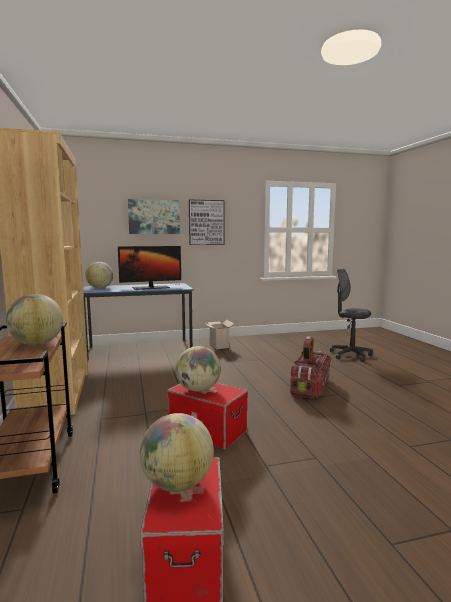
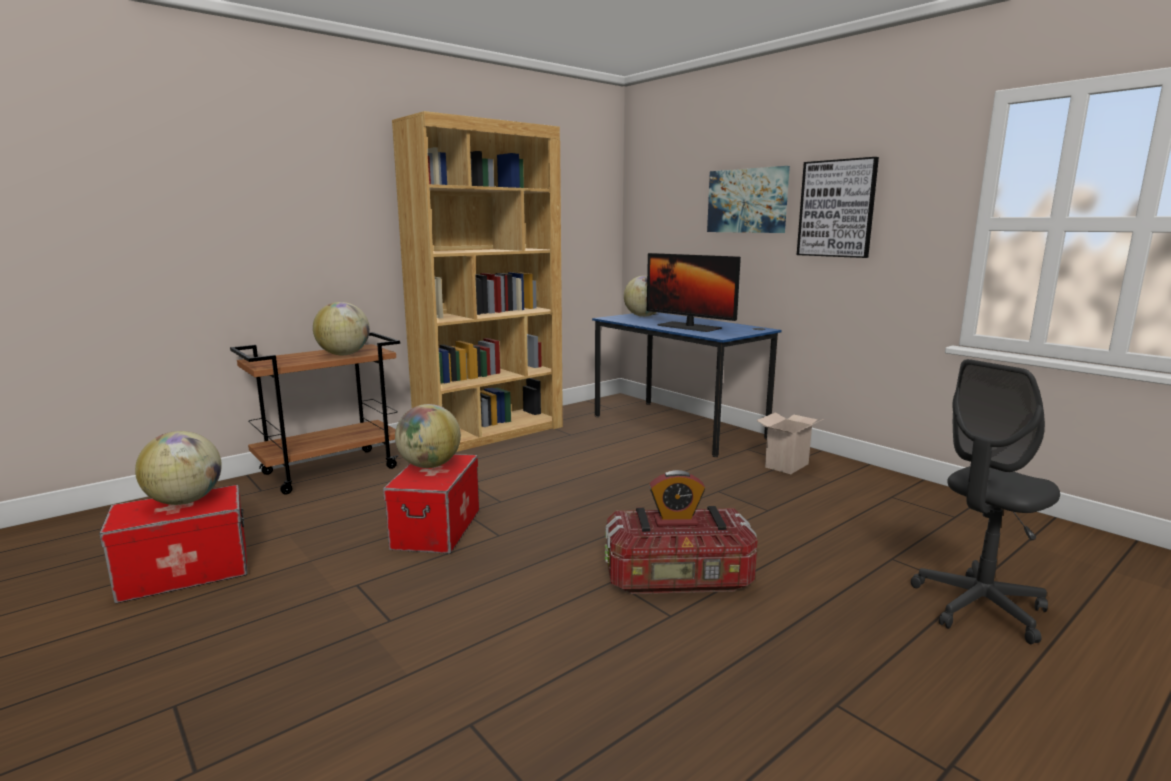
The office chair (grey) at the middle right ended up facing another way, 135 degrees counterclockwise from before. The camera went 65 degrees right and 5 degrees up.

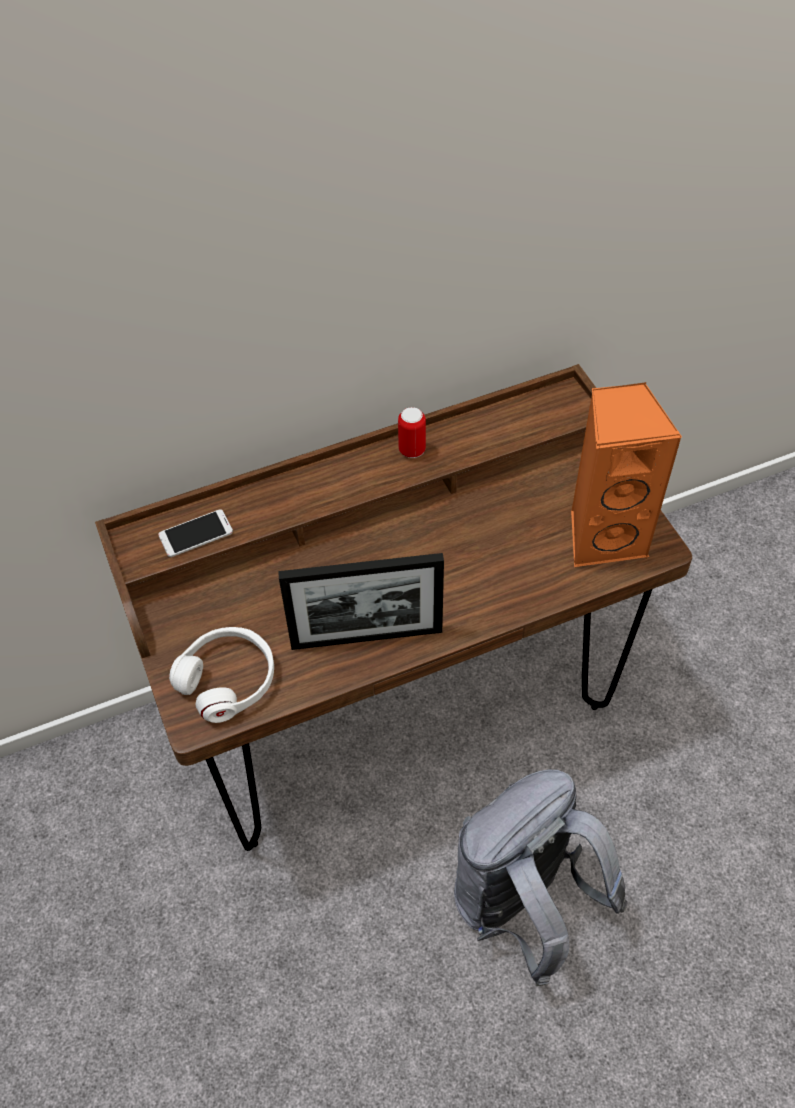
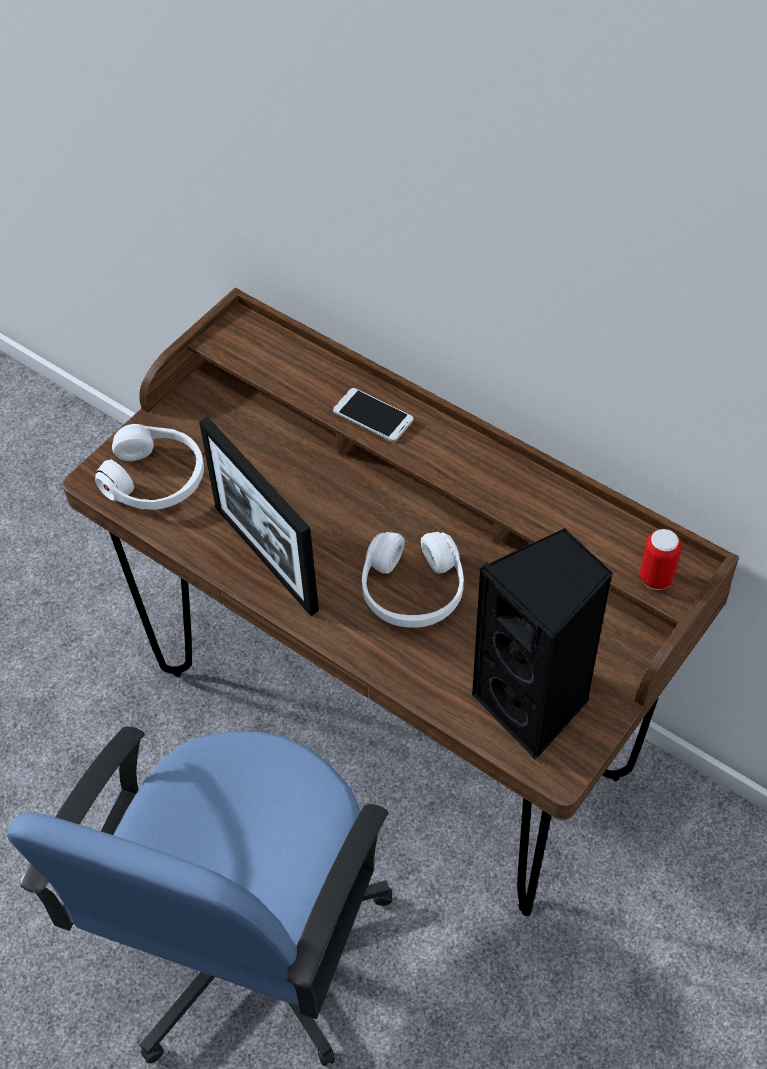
The phone ended up elsewhere, having gone from the middle left to the centre. The can ended up elsewhere, having gone from the centre to the middle right. Where the backpack (grey) stood at the bottom right, the office chair (blue) came to stand at the bottom left. What was the speaker (orange) at the middle right turned into the speaker (black) at the middle right. The second view gained the headphones (white) (2nd from left) at the centre. The camera went 60 degrees right and 0 degrees up.

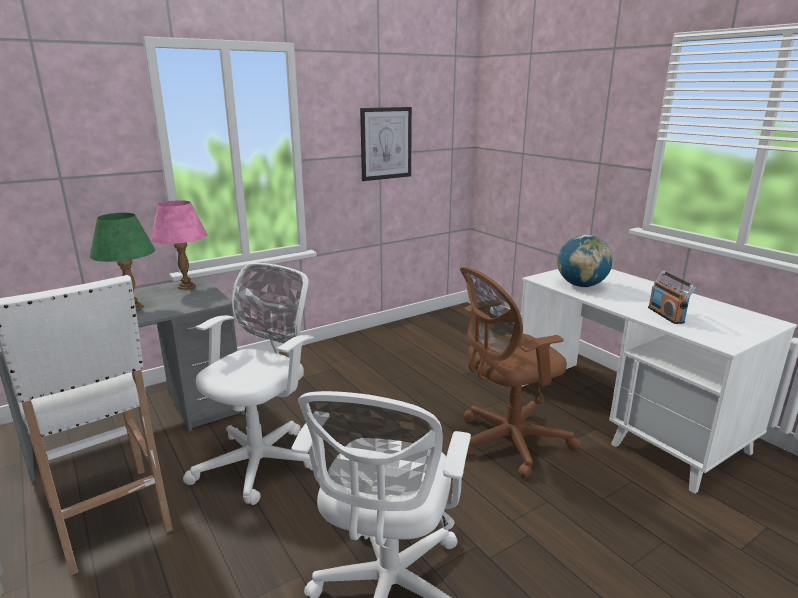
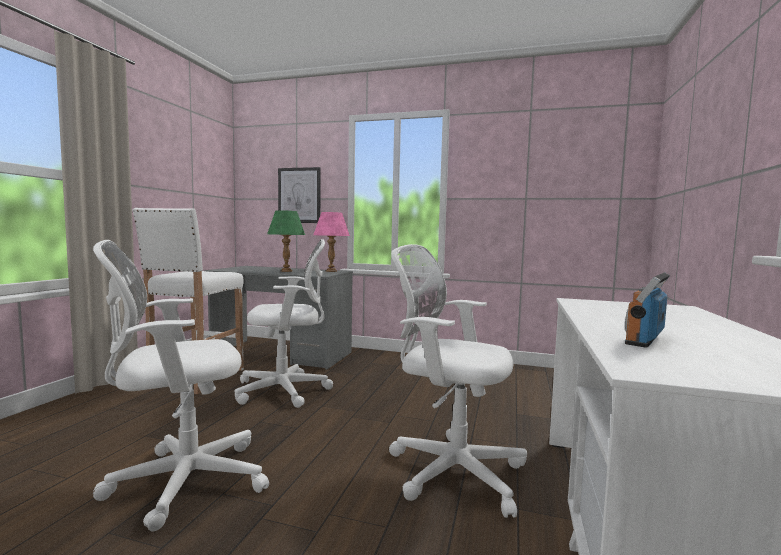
The picture ended up elsewhere, having gone from the top centre to the centre. What was the office chair (brown) at the centre turned into the office chair (white) (3rd from left) at the bottom centre. The second view lost the globe at the middle right. The camera went 50 degrees right and 15 degrees down.

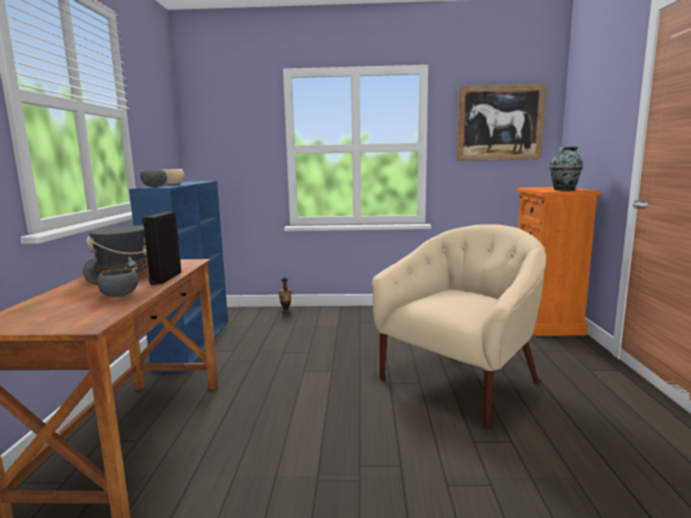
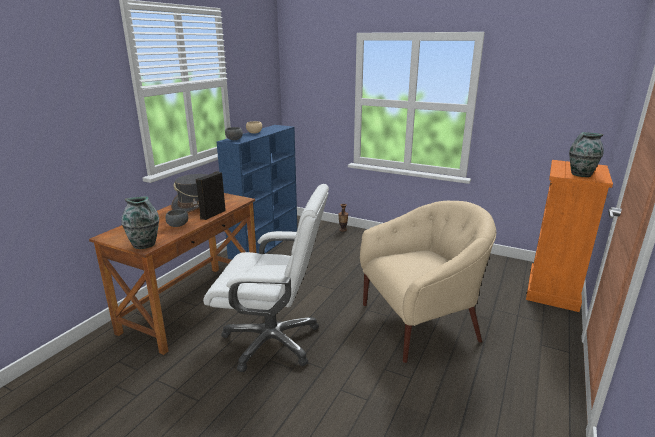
The second view lost the picture at the top right. The second view gained the vase (1st from left) at the middle left. The second view gained the office chair (white) at the centre. The camera went 25 degrees right and 10 degrees up.

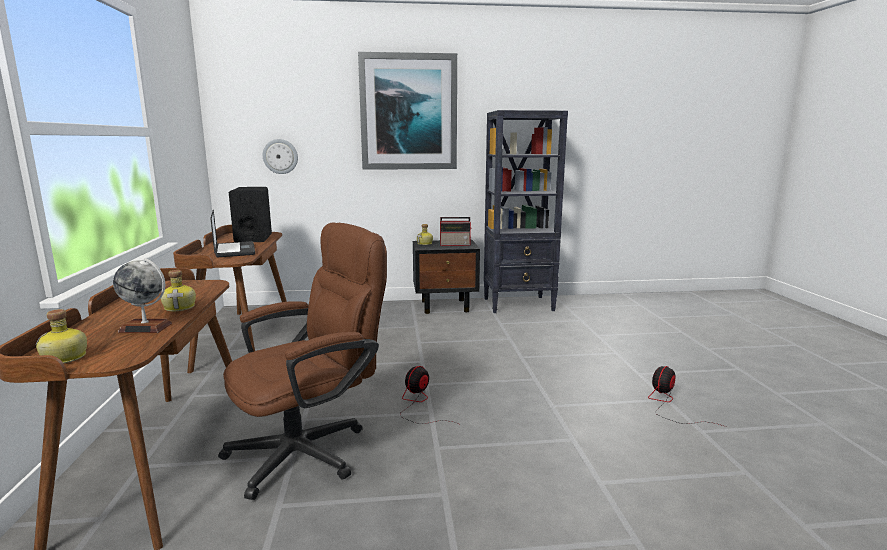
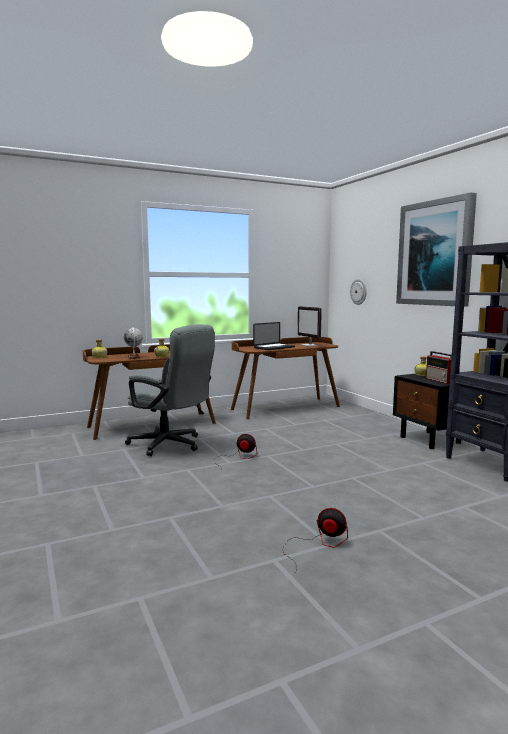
What was the office chair (brown) at the centre turned into the office chair (grey) at the centre. Where the speaker (black) stood at the middle left, the monitor came to stand at the centre. The camera went 70 degrees right and 5 degrees down.

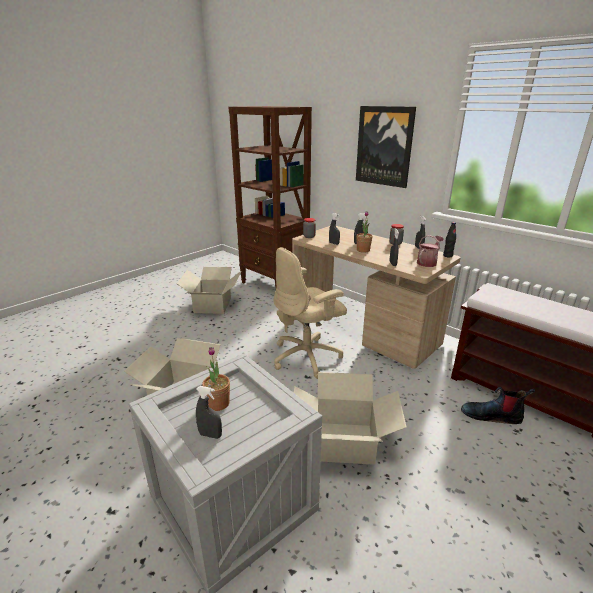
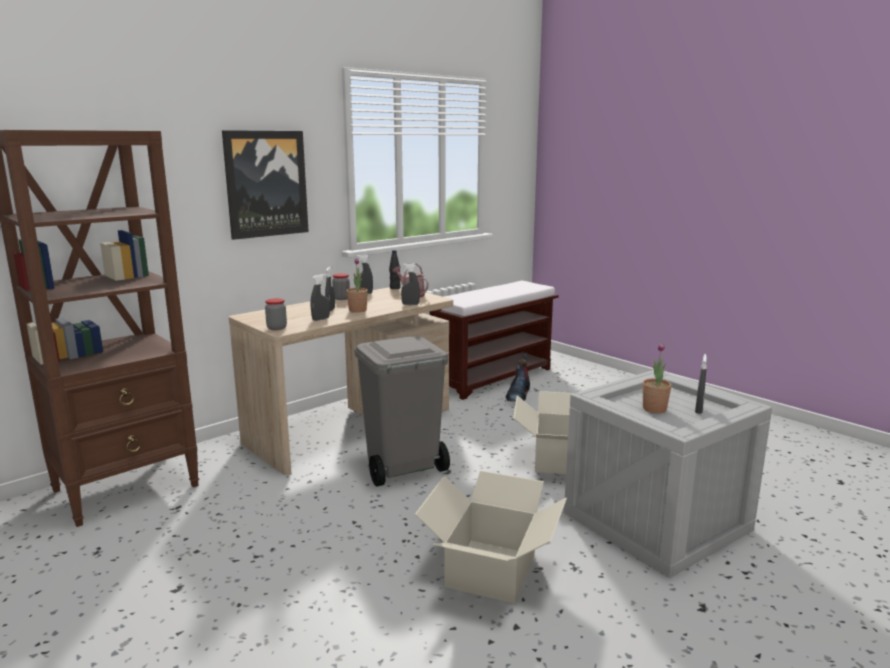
The second view lost the cardboard box (2nd from left) at the centre. Where the office chair (beige) stood at the centre, the trash can (grey) came to stand at the centre. The camera went 85 degrees left and 10 degrees down.

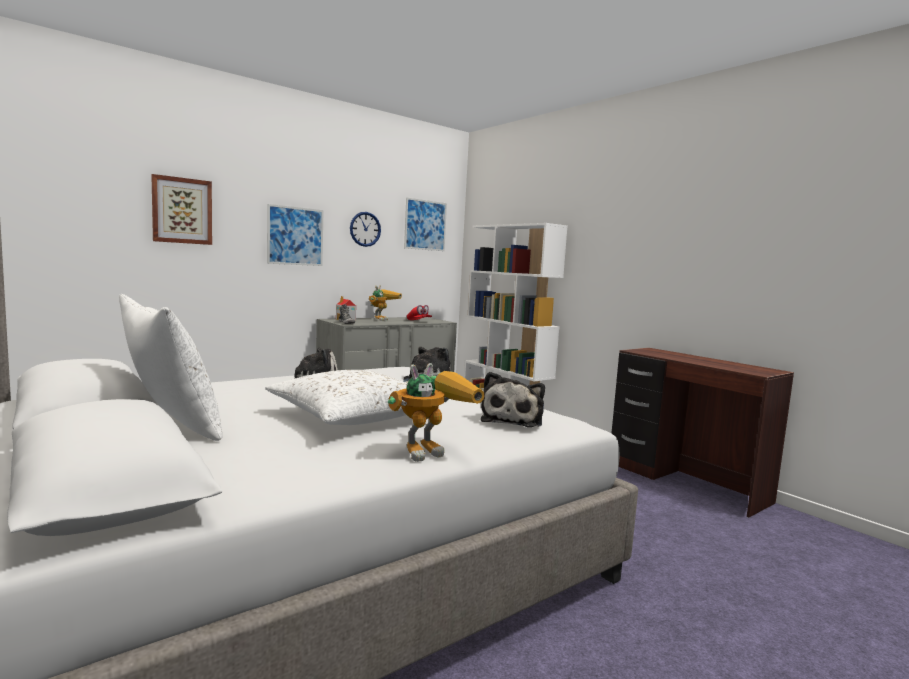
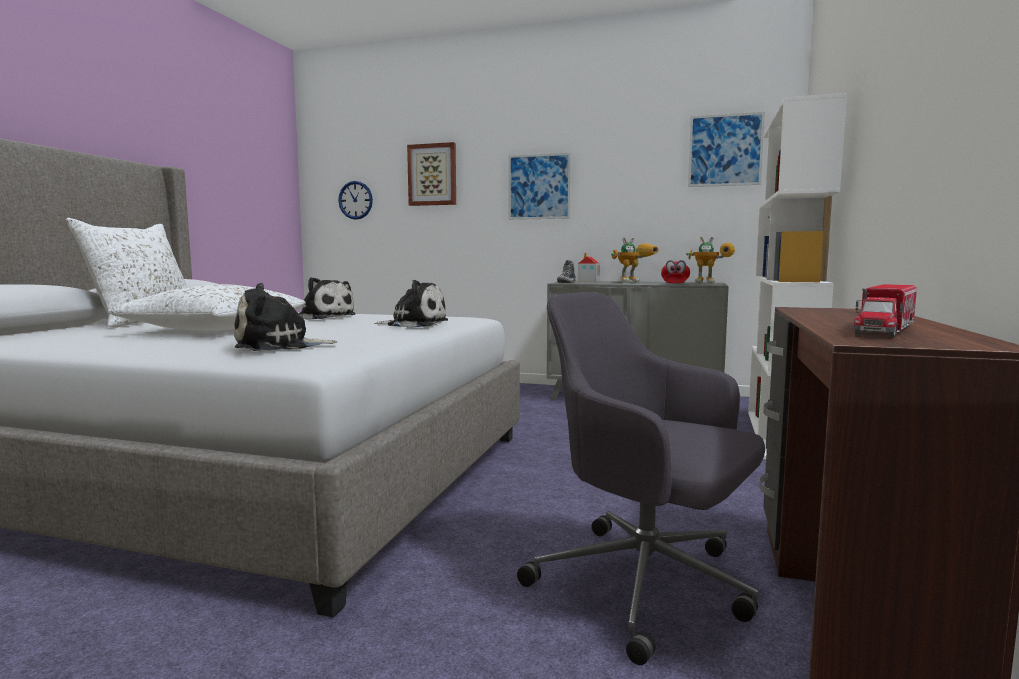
The wall clock ended up elsewhere, having gone from the centre to the top centre. The toy robot (2nd from left) ended up elsewhere, having gone from the centre to the middle right. The second view gained the office chair (grey) at the bottom centre. The second view gained the toy truck at the middle right. The camera went 55 degrees right and 0 degrees up.

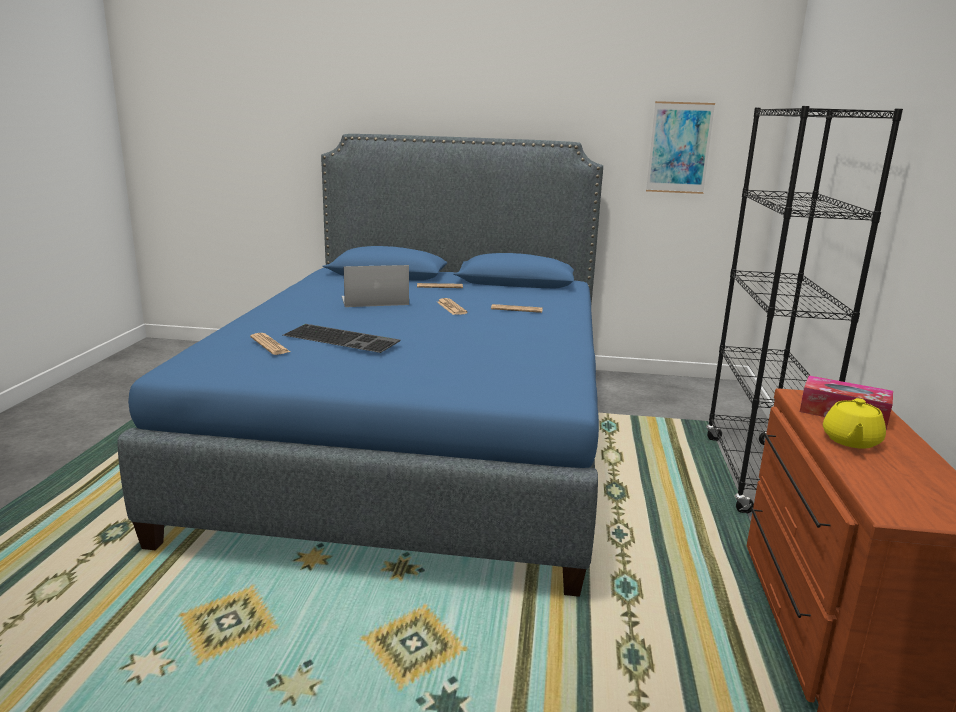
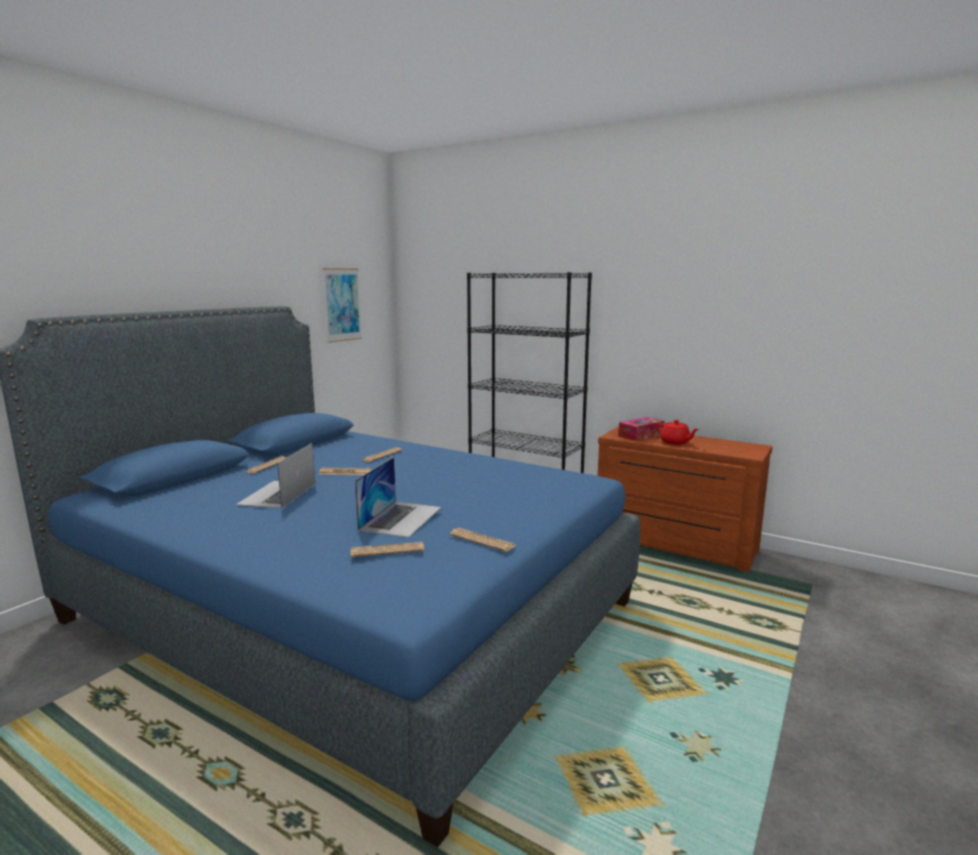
Where the keyboard stood at the centre, the laptop (2nd from left) came to stand at the centre. What was the teapot (yellow) at the middle right turned into the teapot (red) at the middle right. The second view gained the newspaper (5th from left) at the centre. The camera went 65 degrees left and 5 degrees down.

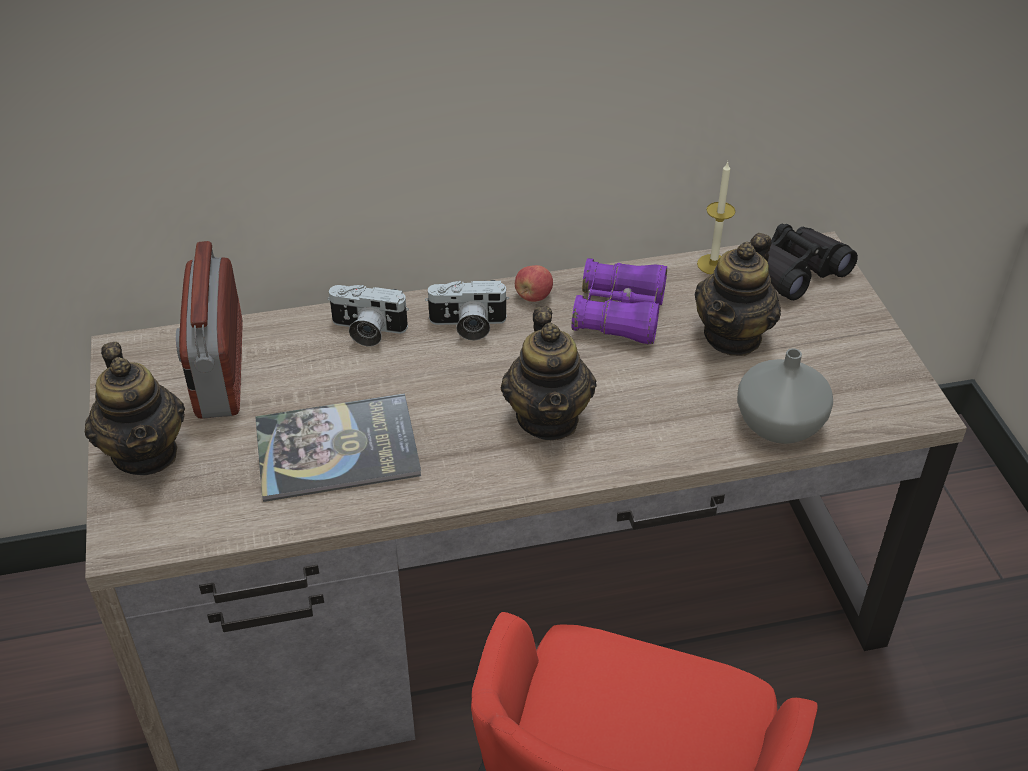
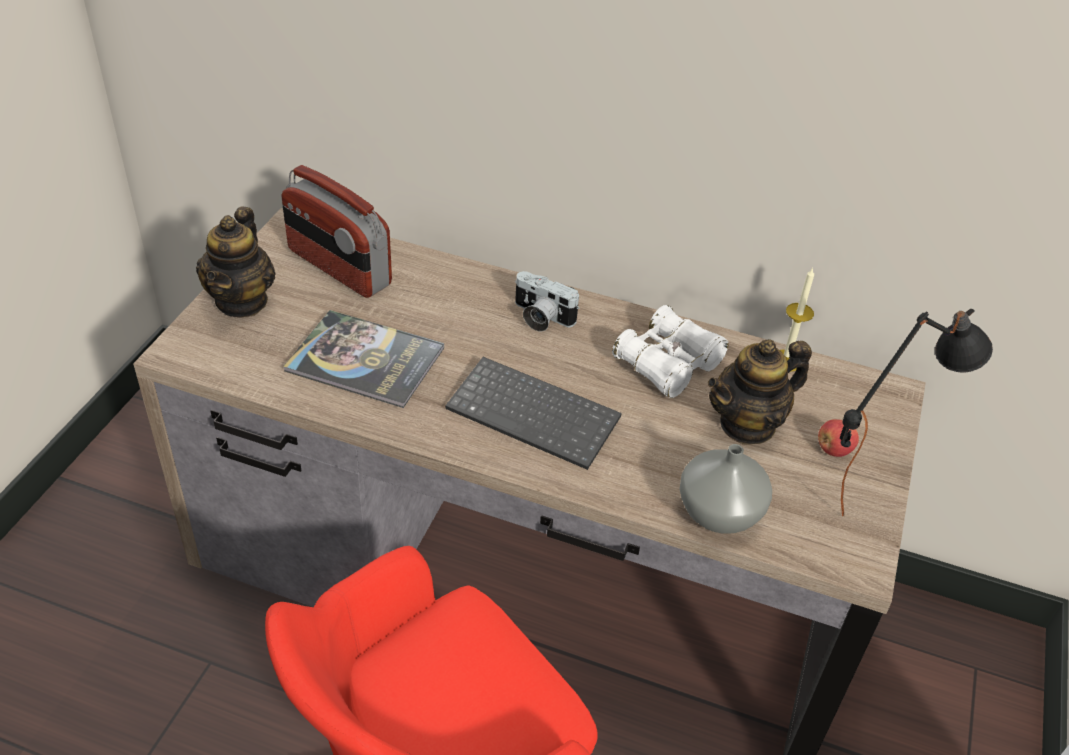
The radio at the middle left ended up facing another way, 75 degrees counterclockwise from before. The second view lost the photo camera (1st from left) at the centre. Where the teapot (2nd from left) stood at the centre, the keyboard came to stand at the centre. The apple ended up elsewhere, having gone from the centre to the middle right. What was the binoculars (purple) at the centre turned into the binoculars (white) at the centre. The second view lost the binoculars (black) at the middle right. The second view gained the table lamp (black) at the middle right. The camera went 30 degrees right and 0 degrees up.

